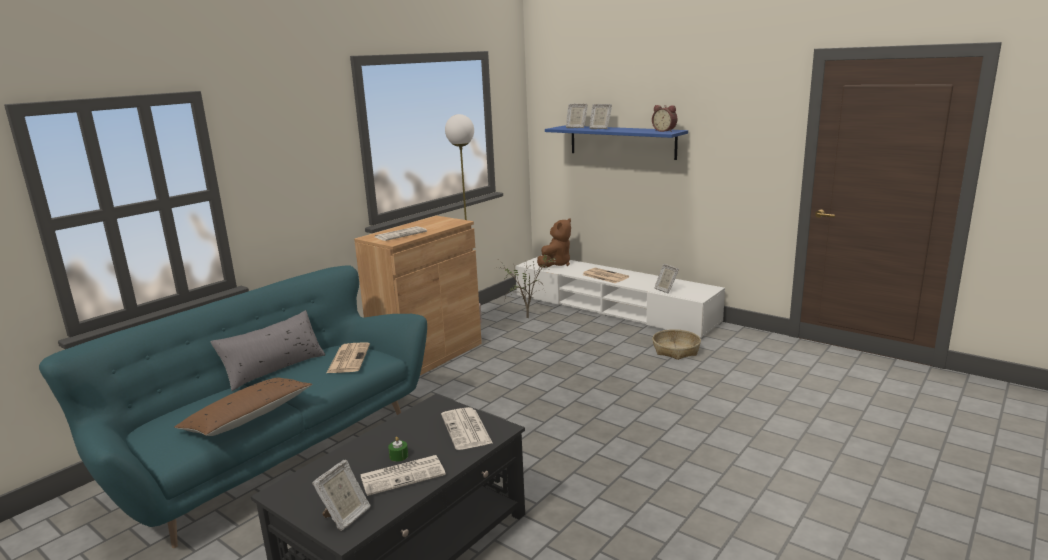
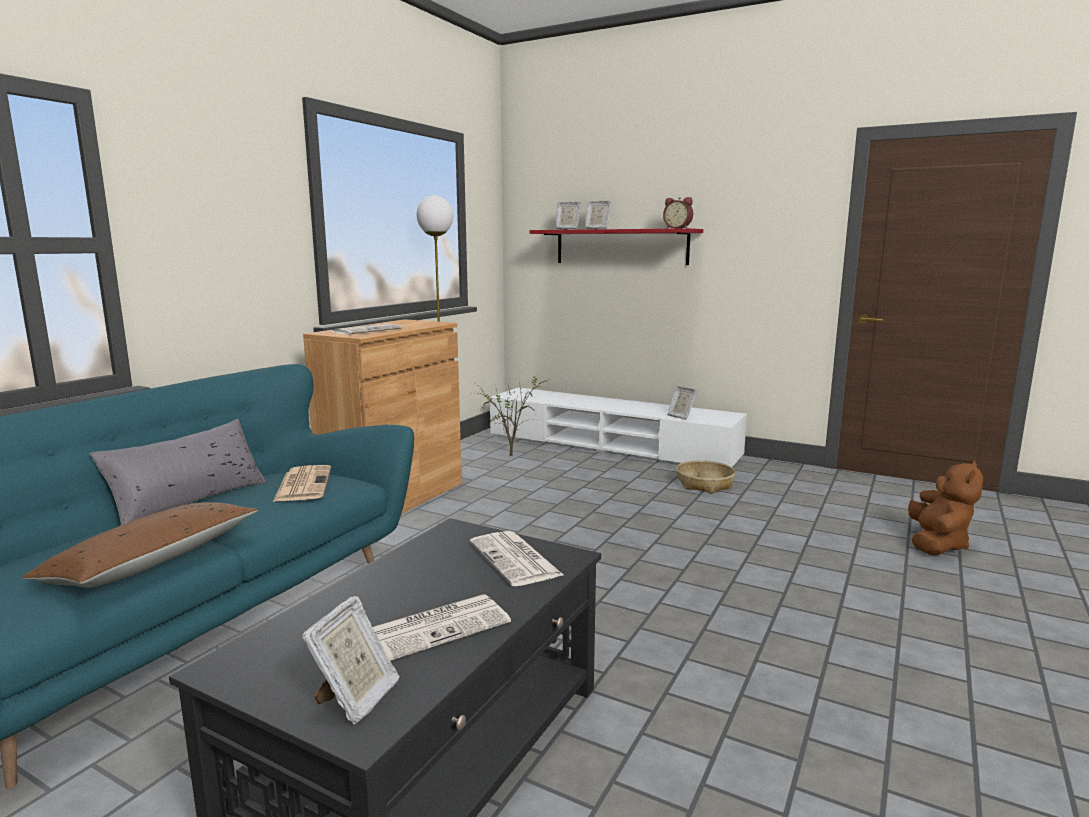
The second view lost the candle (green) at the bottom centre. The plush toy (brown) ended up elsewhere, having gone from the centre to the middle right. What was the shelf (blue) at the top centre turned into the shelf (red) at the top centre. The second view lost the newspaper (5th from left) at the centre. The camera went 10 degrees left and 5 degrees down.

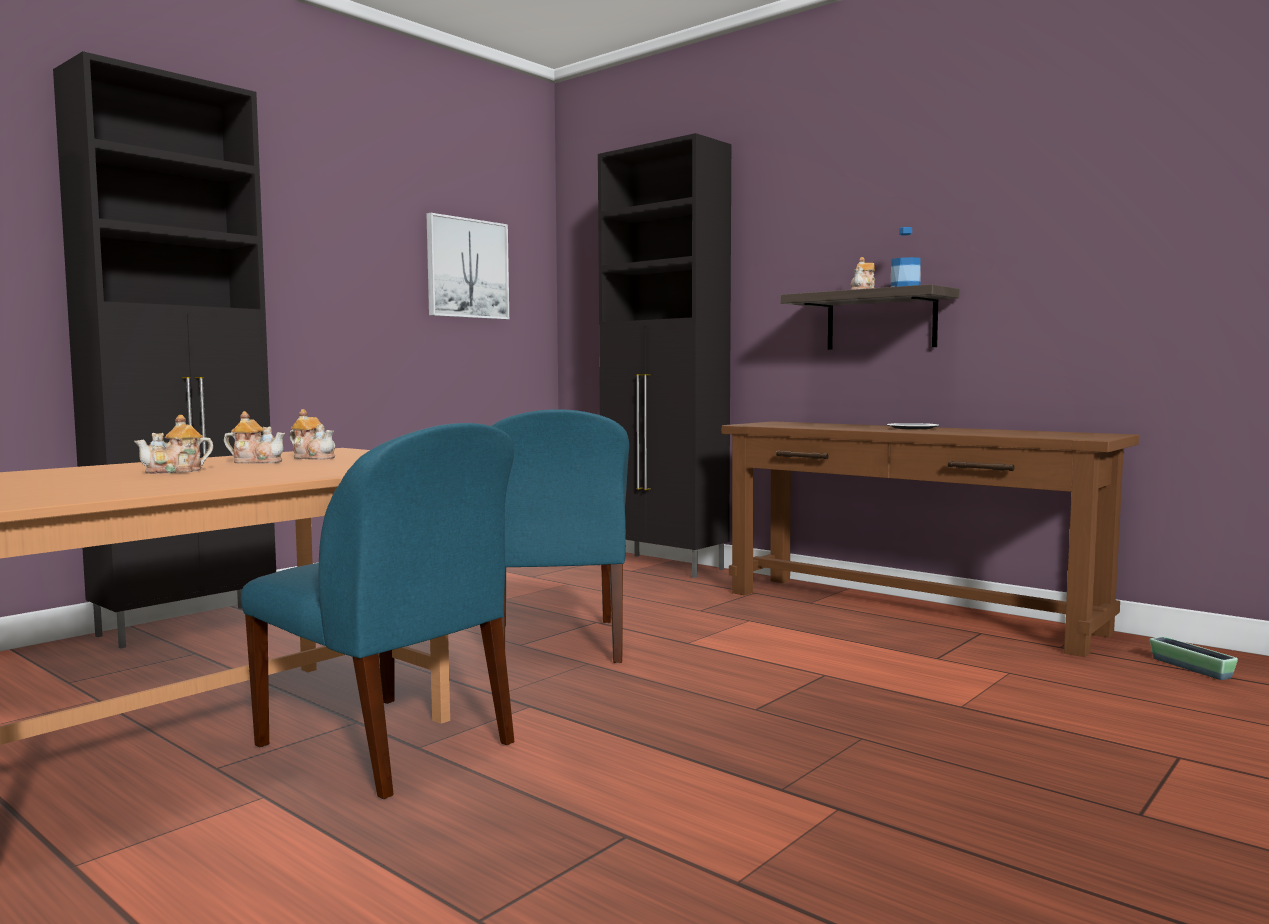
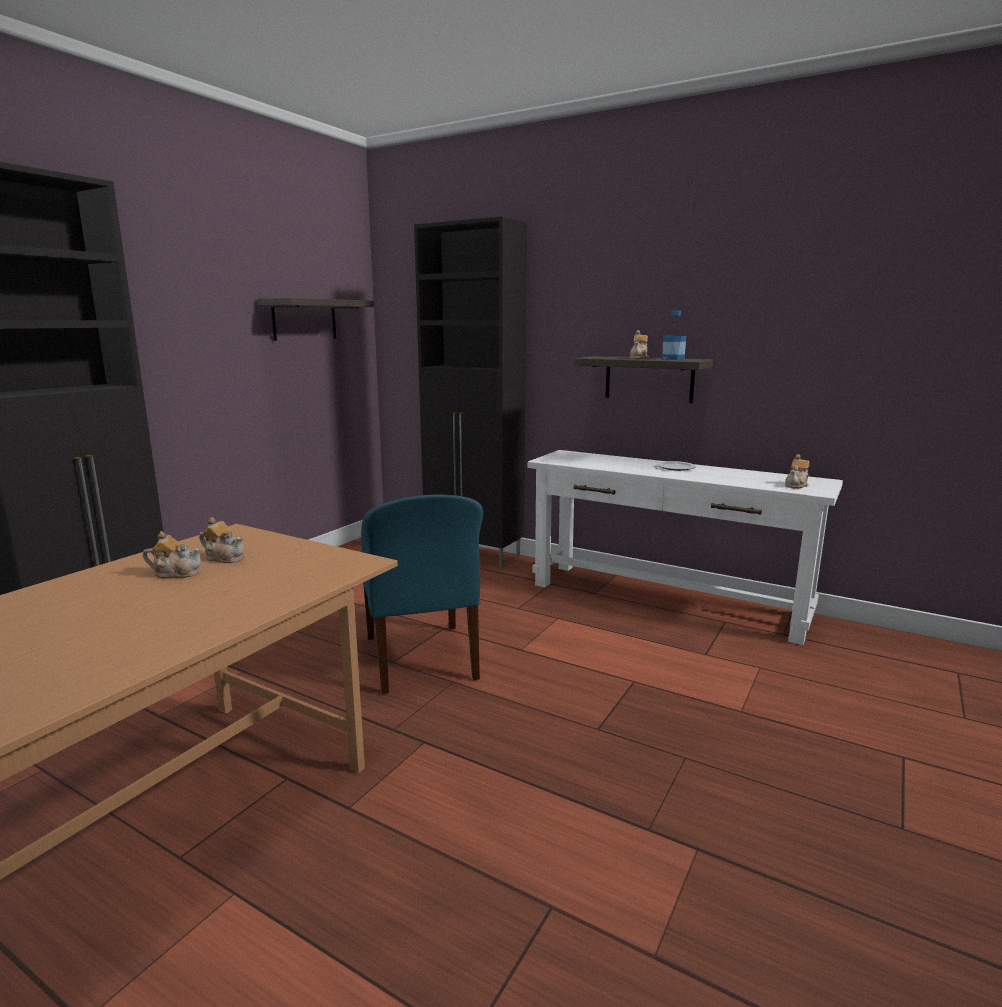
The teapot (1st from left in the first image) ended up elsewhere, having gone from the middle left to the middle right. The second view lost the chair (blue) (1st from left) at the middle left. Where the picture hung at the top centre, the shelf (1st from left) came to hang at the top left. What was the console table (brown) at the middle right turned into the console table (white) at the middle right. The second view lost the planter at the bottom right. The camera went 10 degrees left and 10 degrees up.

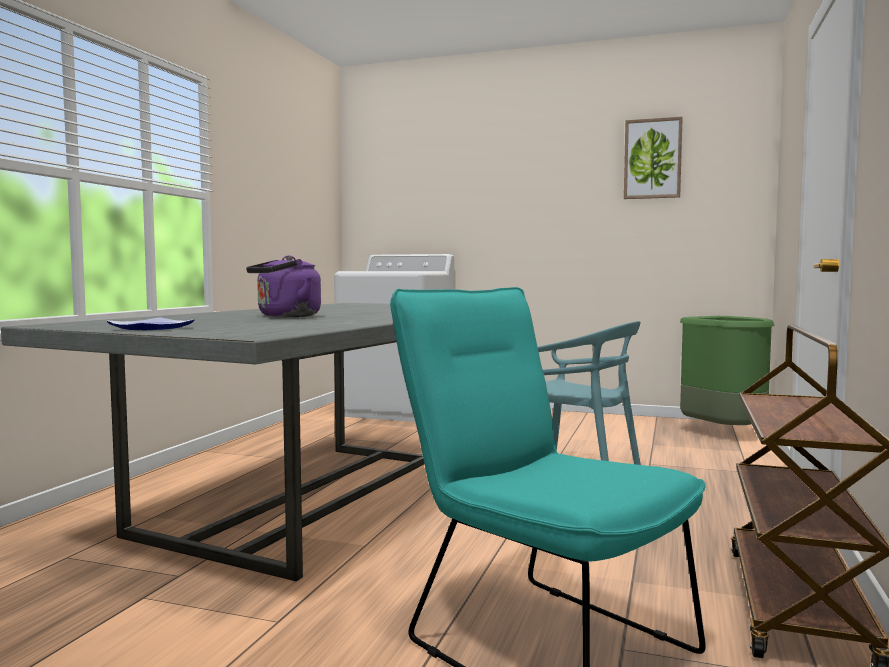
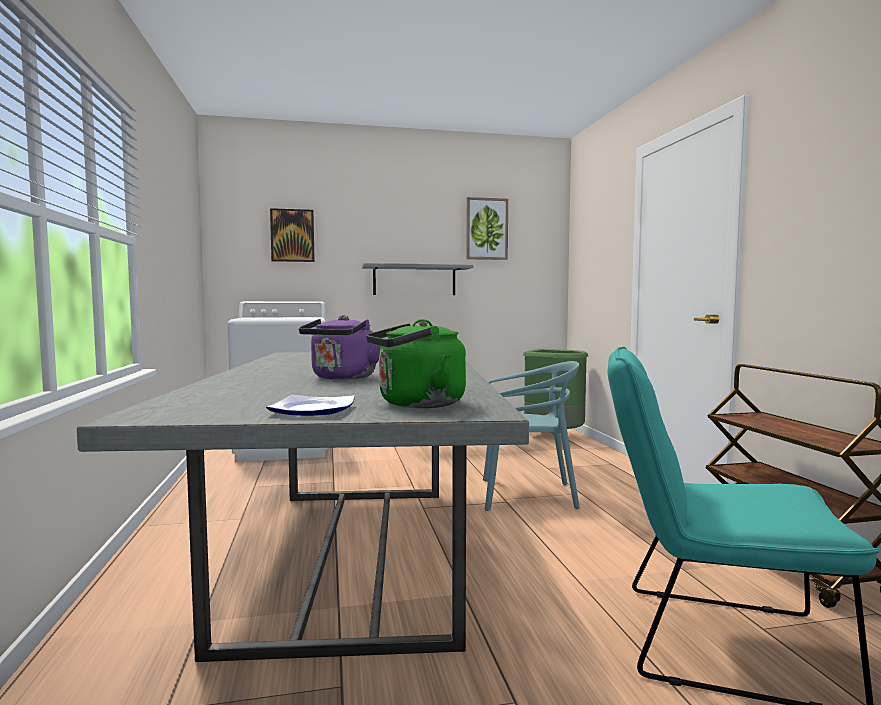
The second view gained the picture (1st from left) at the middle left. The second view gained the shelf (grey) at the centre. The second view gained the kettle (green) at the centre. The camera went 30 degrees left and 0 degrees up.

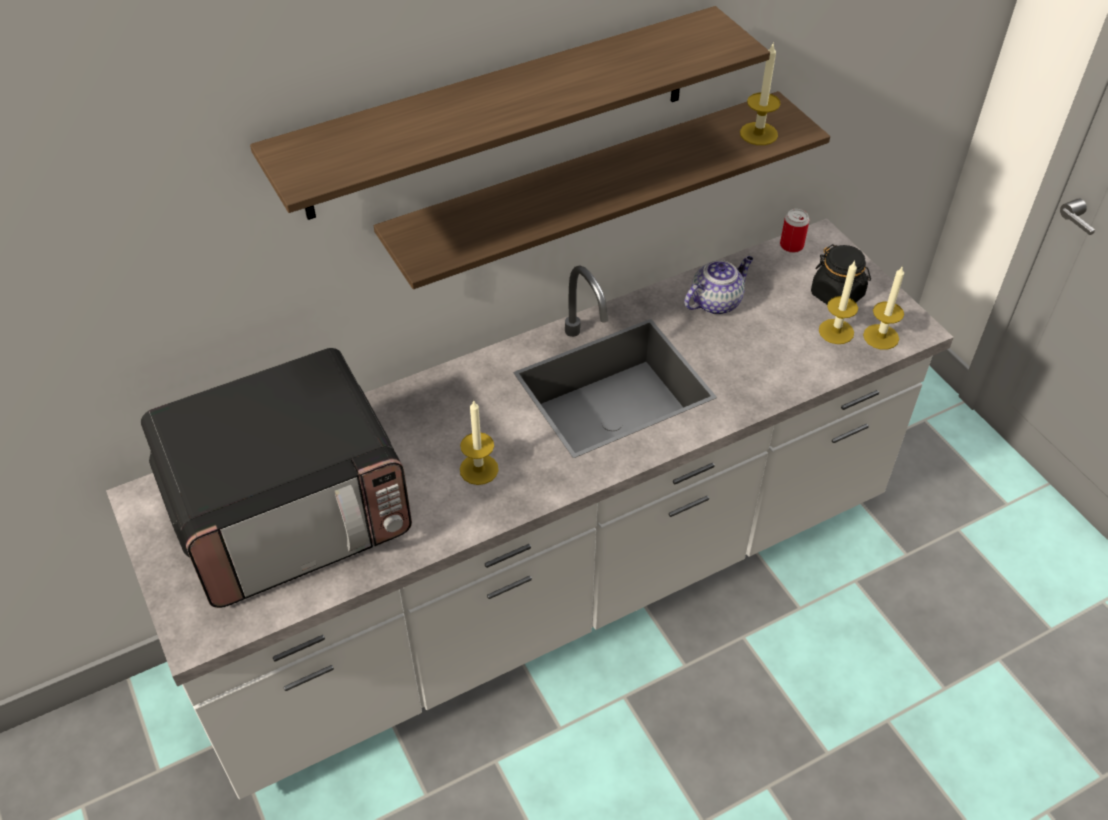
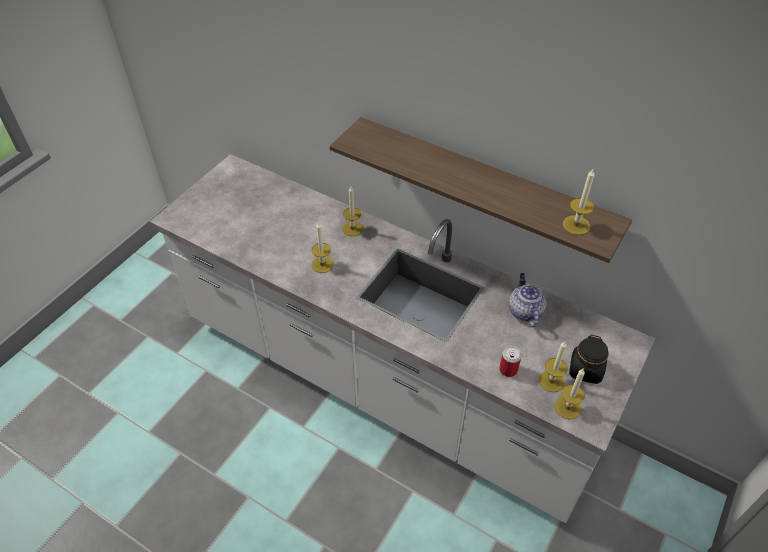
The second view lost the microwave at the middle left. The second view lost the shelf (1st from left) at the top centre. The teapot at the centre ended up facing another way, 120 degrees counterclockwise from before. The can ended up elsewhere, having gone from the top right to the centre. The second view gained the candle (2nd from left) at the centre. The camera went 60 degrees right and 0 degrees up.

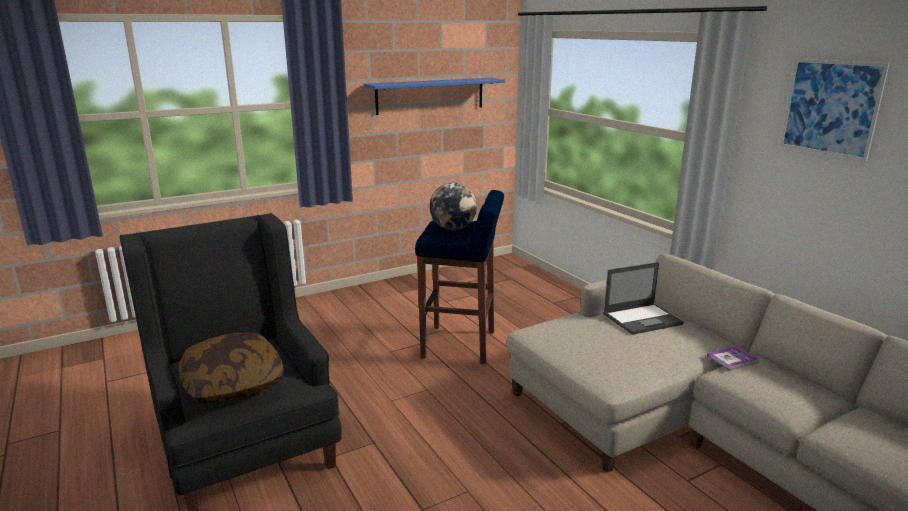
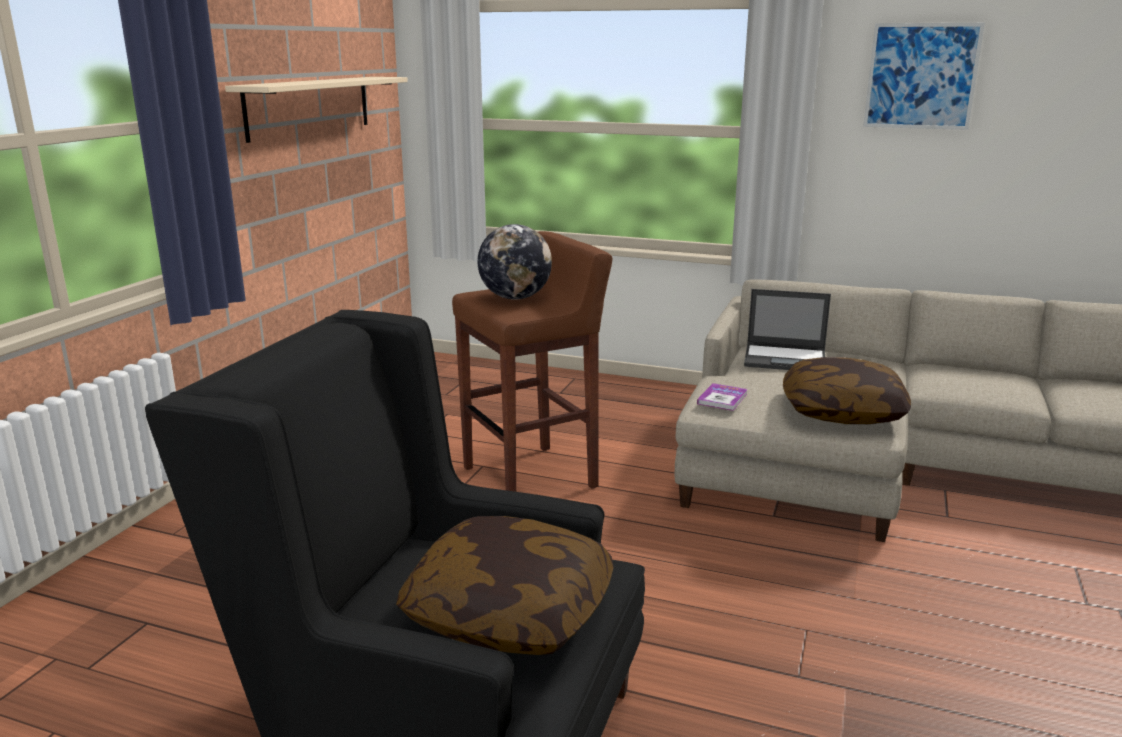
What was the shelf (blue) at the top centre turned into the shelf (beige) at the top left. What was the stool (blue) at the centre turned into the stool (brown) at the centre. The laptop at the middle right ended up facing another way, 75 degrees clockwise from before. The book ended up elsewhere, having gone from the bottom right to the centre. The second view gained the pillow (2nd from left) at the middle right. The camera went 40 degrees left and 0 degrees up.

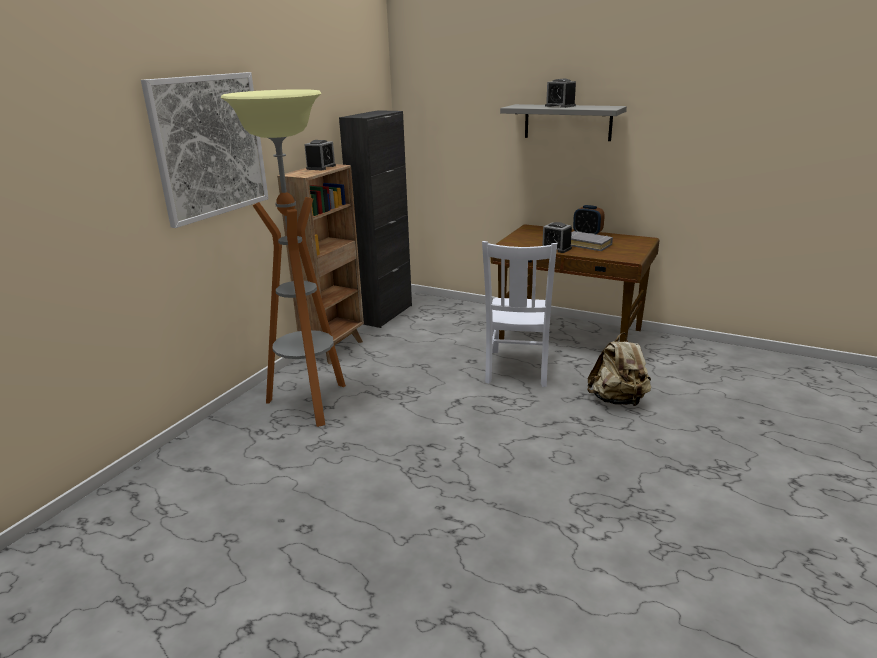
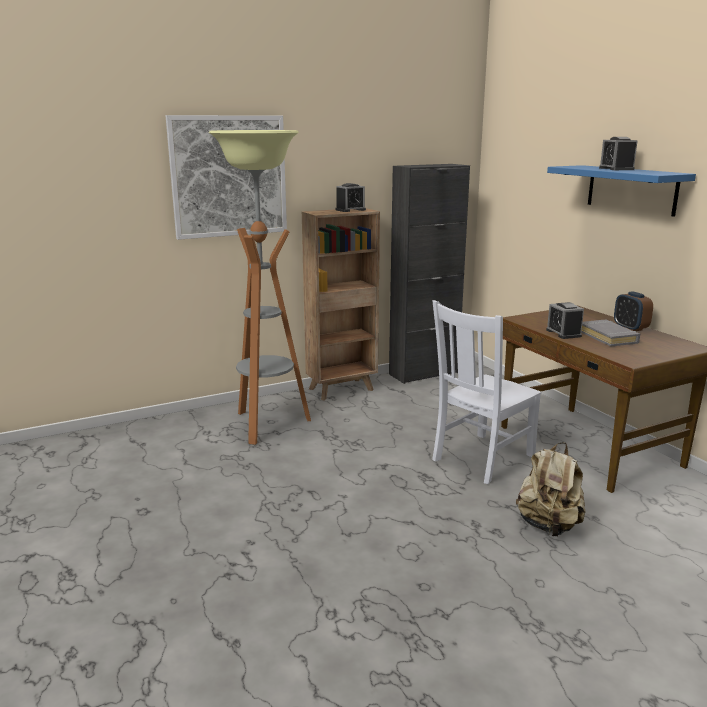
What was the shelf (grey) at the top centre turned into the shelf (blue) at the top right. The camera went 35 degrees right and 5 degrees down.

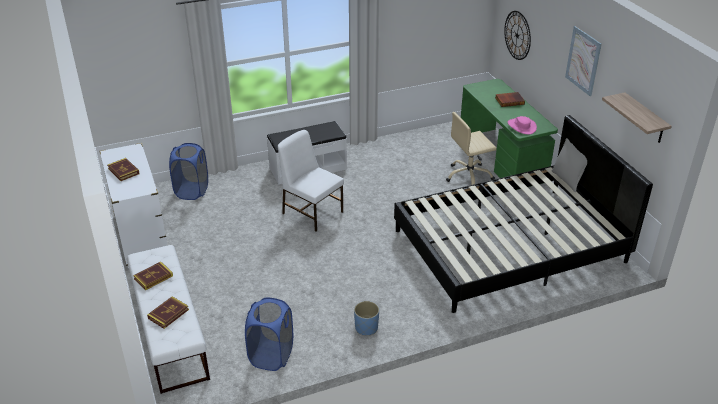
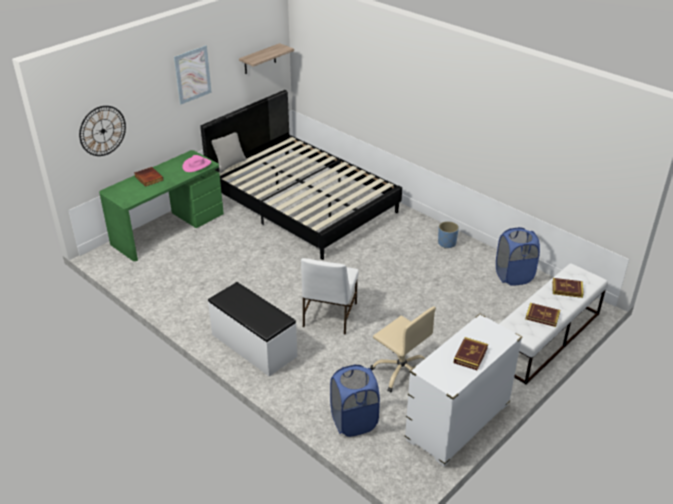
The office chair (beige) ended up elsewhere, having gone from the centre to the bottom centre. The camera went 115 degrees left and 0 degrees up.

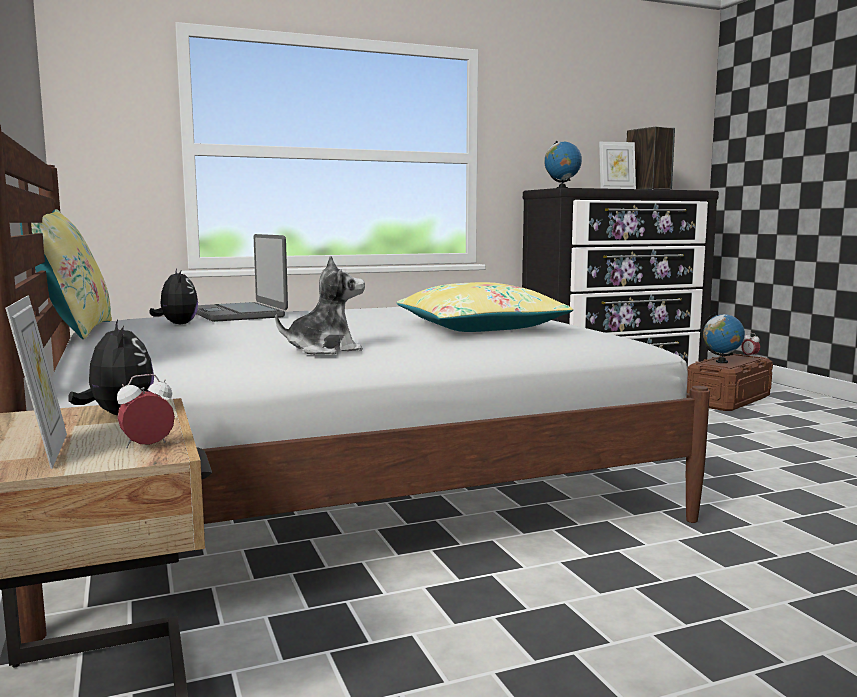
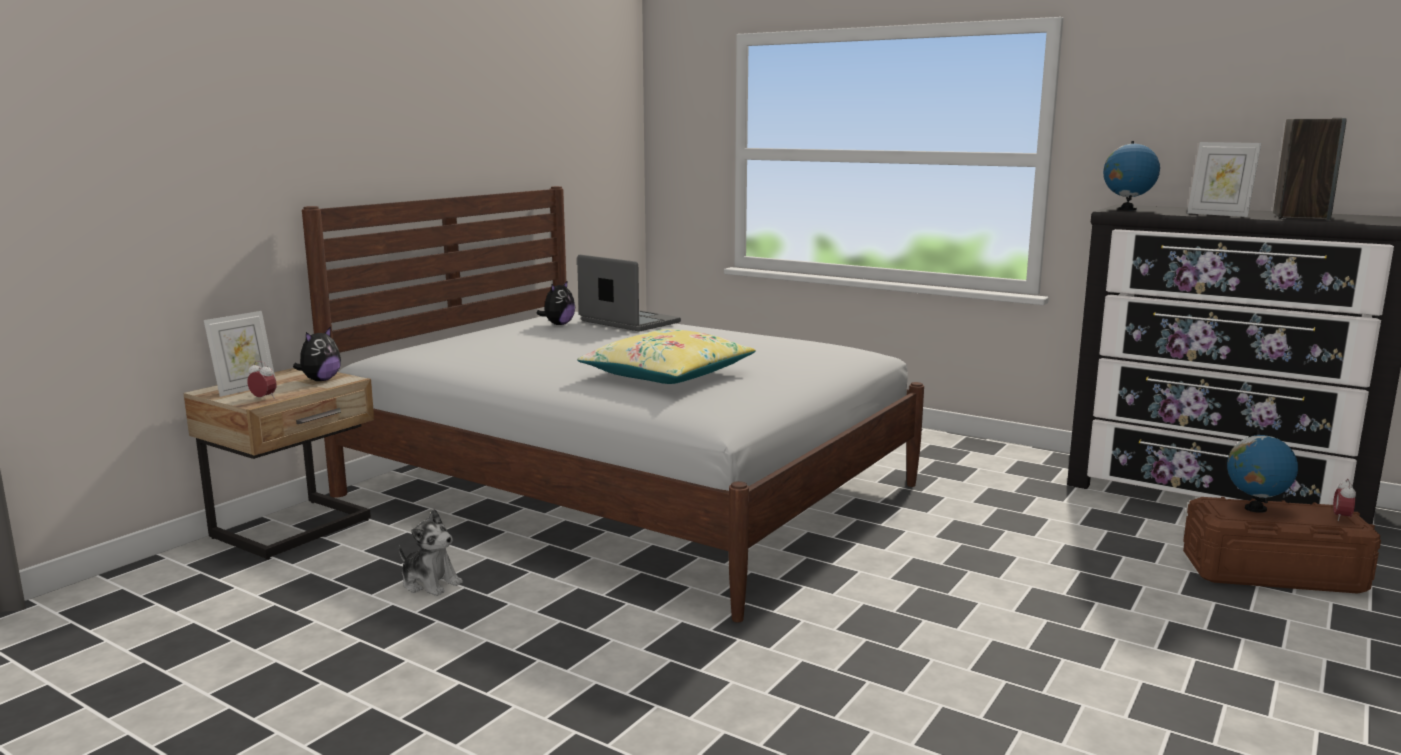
The second view lost the pillow (yellow) (1st from left) at the middle left. The laptop at the middle left ended up facing another way, 105 degrees clockwise from before. The plush toy (3rd from left in the first image) ended up elsewhere, having gone from the centre to the bottom left. The camera went 55 degrees right and 5 degrees up.

